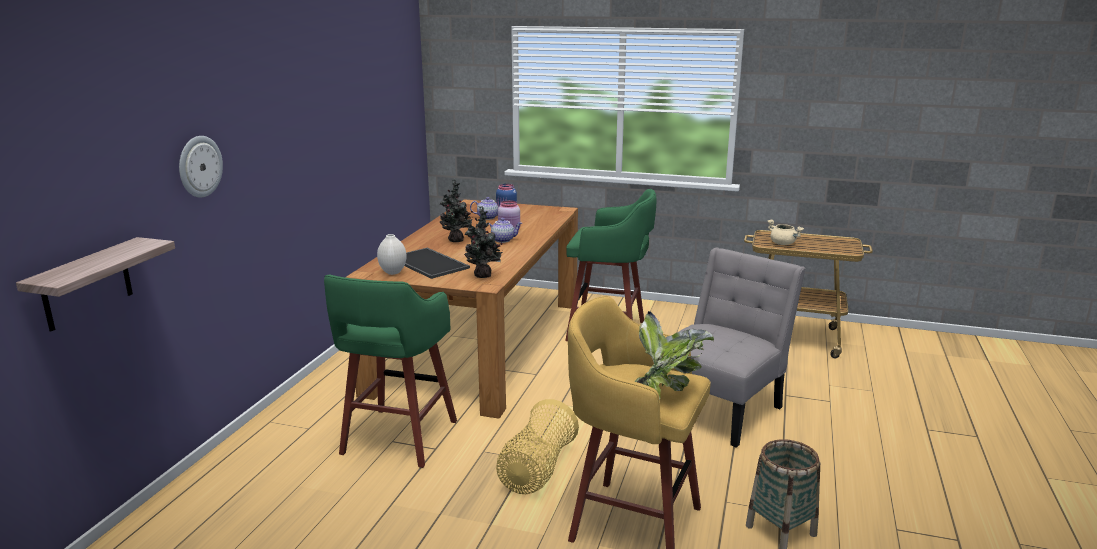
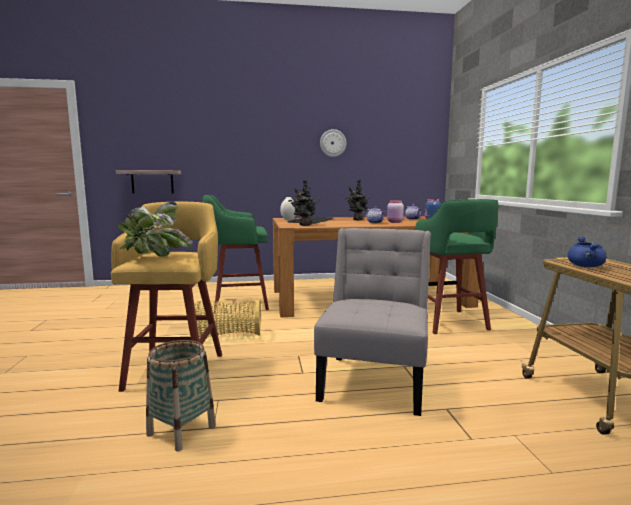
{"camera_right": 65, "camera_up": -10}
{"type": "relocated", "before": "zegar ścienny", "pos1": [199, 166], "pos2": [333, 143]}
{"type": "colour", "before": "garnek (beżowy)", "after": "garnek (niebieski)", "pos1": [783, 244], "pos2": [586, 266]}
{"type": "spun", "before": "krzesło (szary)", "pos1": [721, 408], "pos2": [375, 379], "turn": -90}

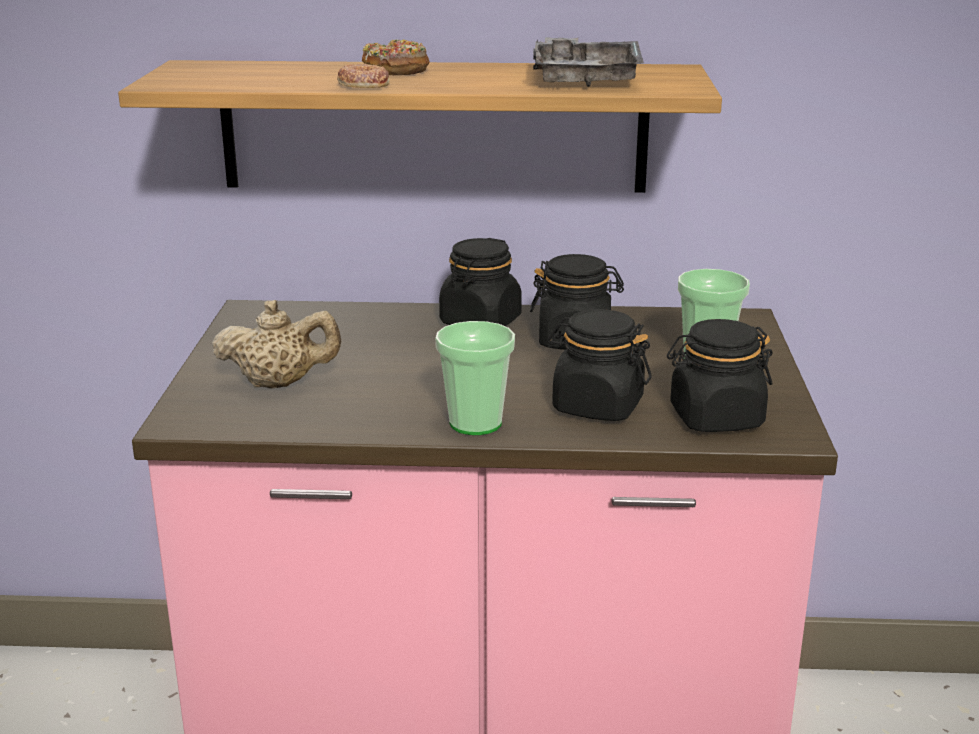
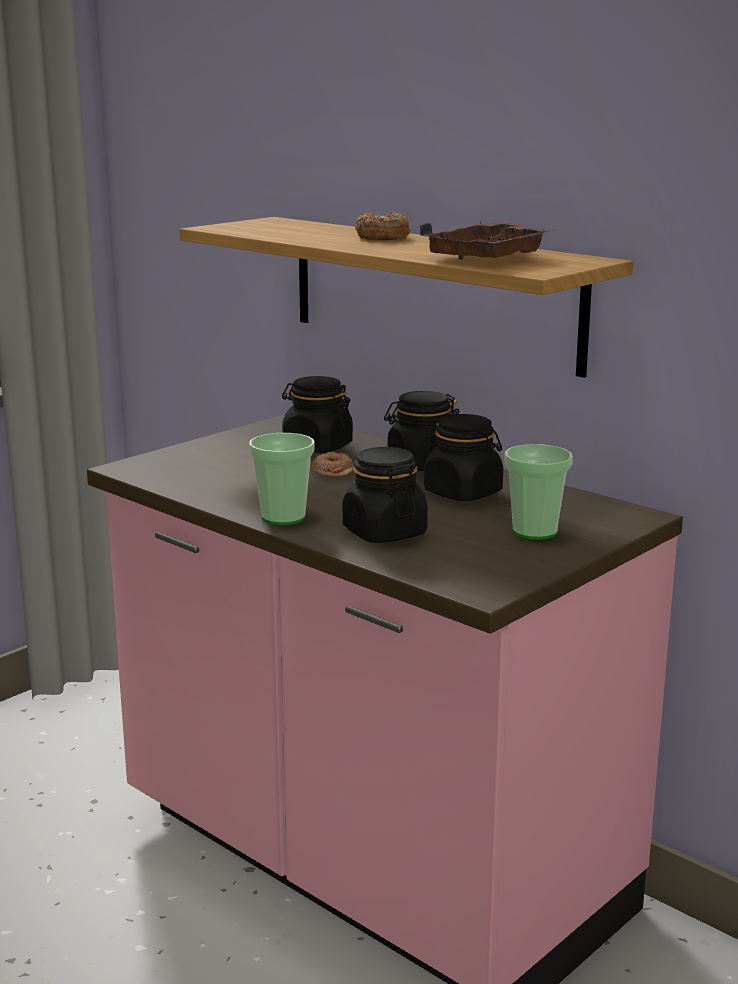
{"camera_right": 40, "camera_up": -5}
{"type": "missing", "before": "imbryk (beżowy)", "pos1": [280, 384]}
{"type": "relocated", "before": "donut", "pos1": [363, 84], "pos2": [332, 470]}
{"type": "relocated", "before": "słoik (czarny)", "pos1": [715, 418], "pos2": [317, 447]}
{"type": "colour", "before": "taca (szary)", "after": "taca (brązowy)", "pos1": [585, 79], "pos2": [489, 257]}

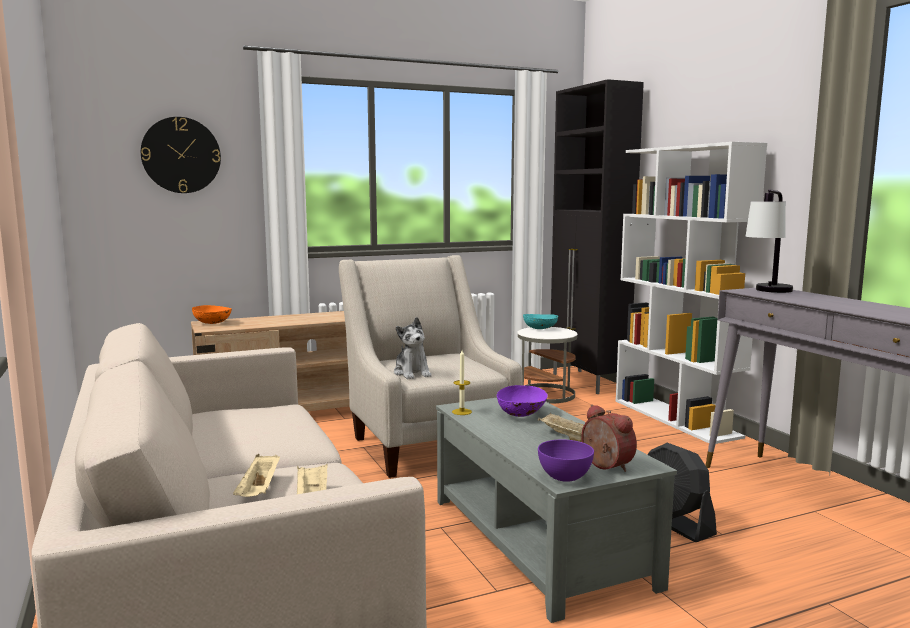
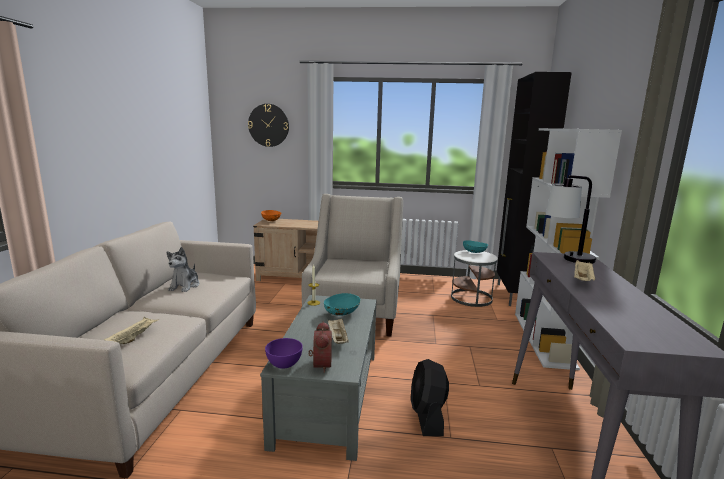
{"camera_right": 30, "camera_up": 5}
{"type": "relocated", "before": "taca (beżowy)", "pos1": [260, 491], "pos2": [582, 280]}
{"type": "relocated", "before": "pluszak", "pos1": [412, 373], "pos2": [185, 286]}
{"type": "colour", "before": "miska (fioletowy)", "after": "miska (turkusowy)", "pos1": [521, 415], "pos2": [342, 314]}

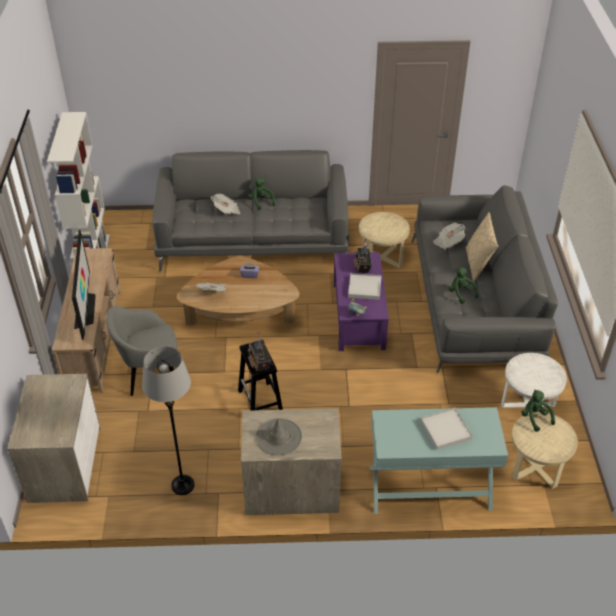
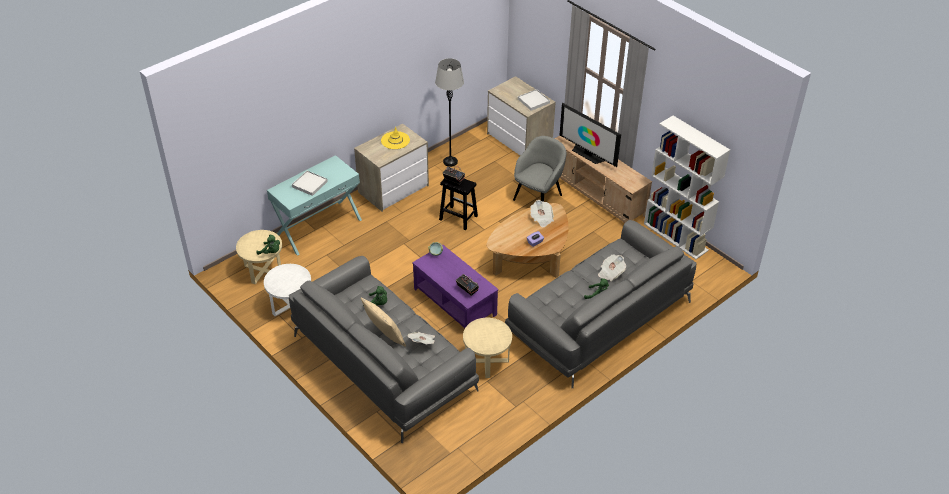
{"camera_right": 140, "camera_up": 0}
{"type": "relocated", "before": "taca (biały)", "pos1": [364, 288], "pos2": [533, 101]}
{"type": "colour", "before": "kapelusz (szary)", "after": "kapelusz (żółty)", "pos1": [278, 437], "pos2": [395, 140]}

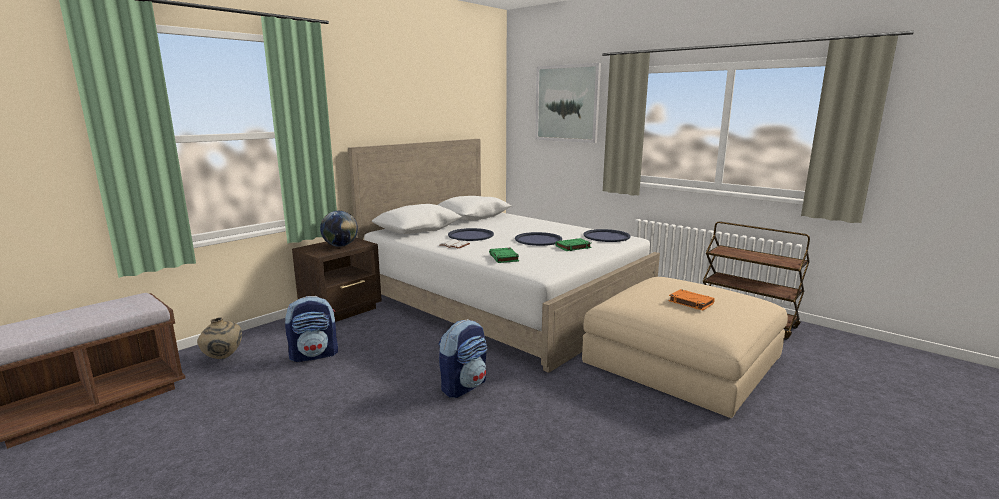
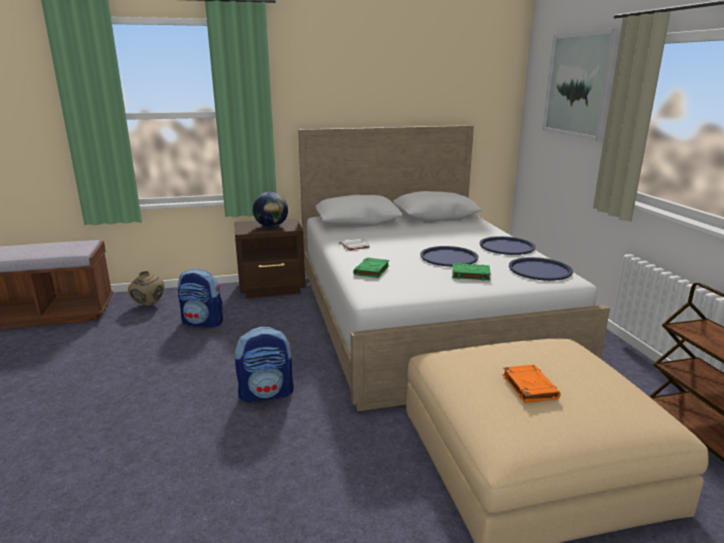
{"camera_right": 35, "camera_up": 5}
{"type": "relocated", "before": "taca (niebieski)", "pos1": [470, 235], "pos2": [507, 246]}

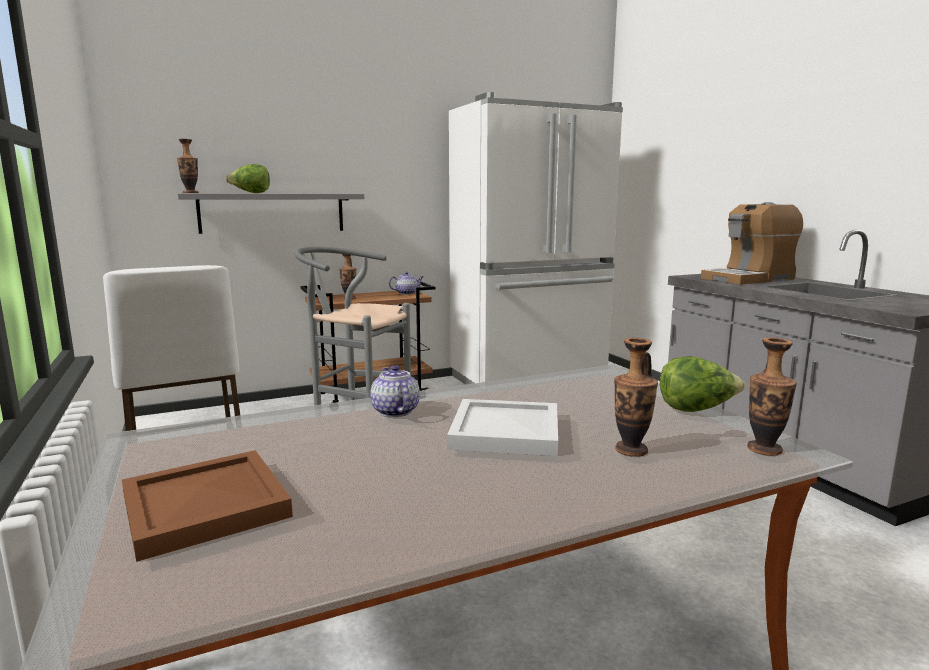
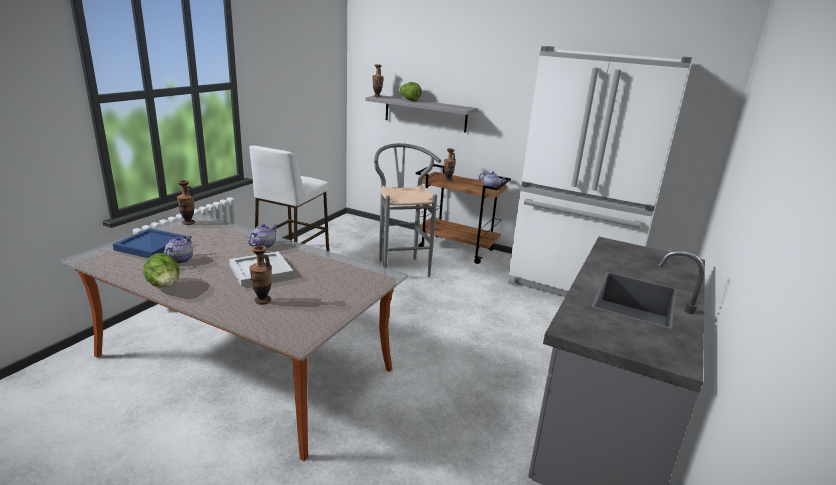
{"camera_right": 50, "camera_up": 10}
{"type": "missing", "before": "ekspres do kawy", "pos1": [749, 279]}
{"type": "appeared", "after": "imbryk", "pos2": [179, 260]}
{"type": "relocated", "before": "sałata", "pos1": [696, 409], "pos2": [165, 286]}
{"type": "relocated", "before": "wazon", "pos1": [764, 449], "pos2": [188, 223]}
{"type": "colour", "before": "taca (brązowy)", "after": "taca (niebieski)", "pos1": [202, 506], "pos2": [151, 245]}

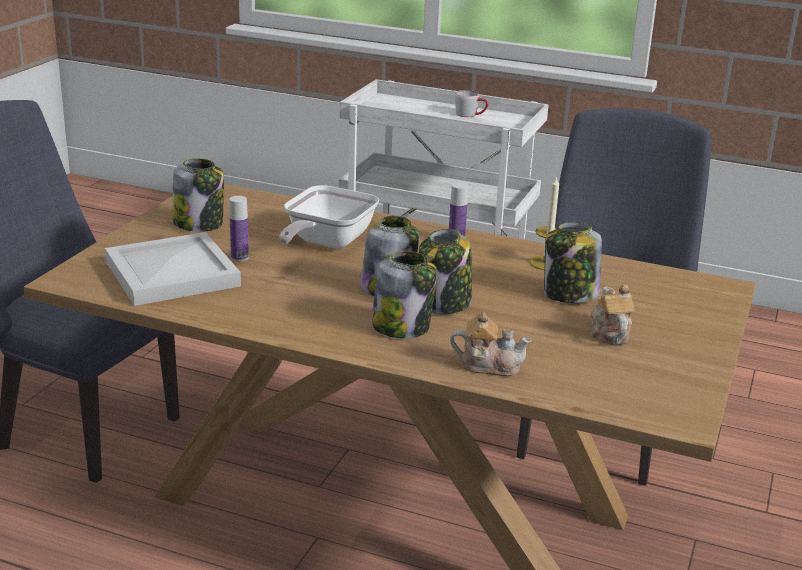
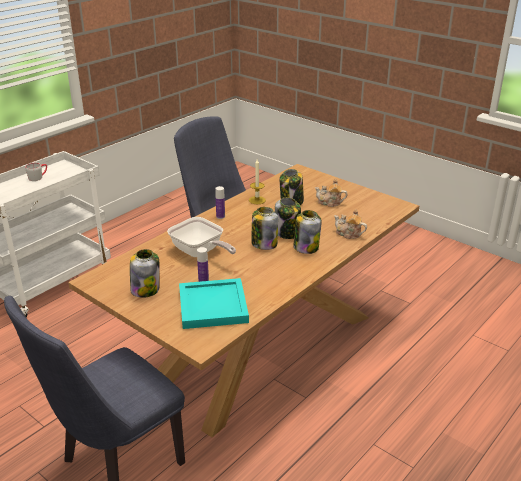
{"camera_right": -70, "camera_up": 5}
{"type": "colour", "before": "taca (biały)", "after": "taca (turkusowy)", "pos1": [170, 273], "pos2": [212, 307]}
{"type": "spun", "before": "imbryk", "pos1": [489, 365], "pos2": [348, 234], "turn": -90}

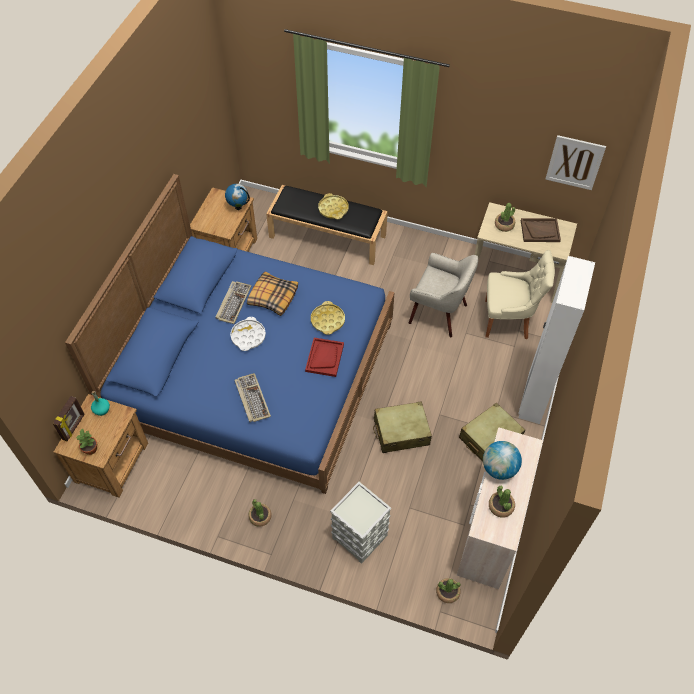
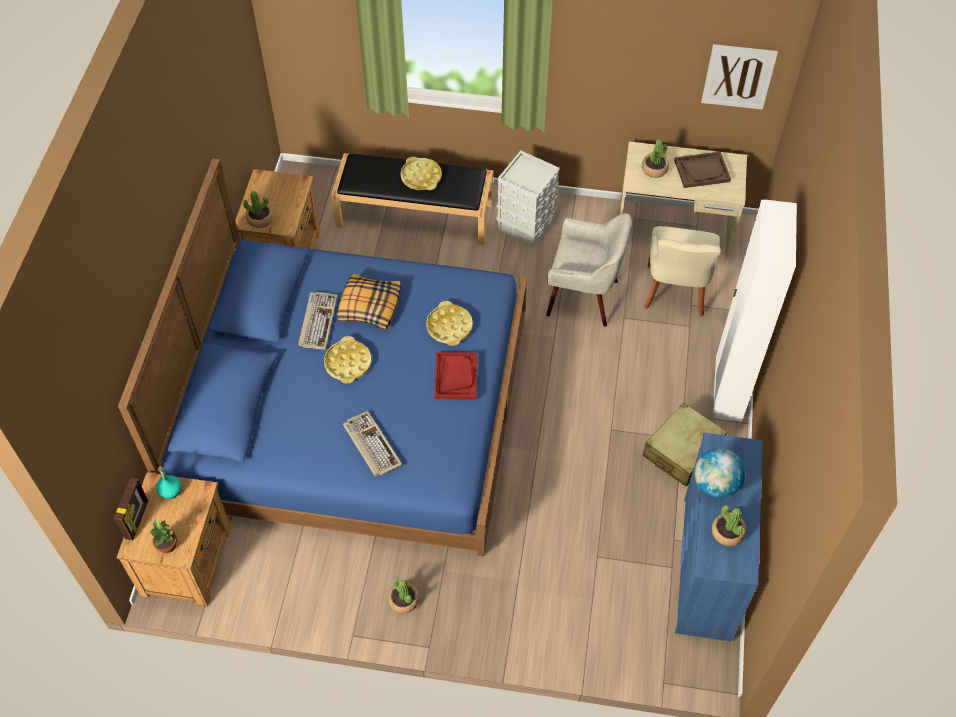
{"camera_right": -10, "camera_up": 0}
{"type": "missing", "before": "globus", "pos1": [238, 207]}
{"type": "missing", "before": "walizka (beżowy)", "pos1": [401, 432]}
{"type": "relocated", "before": "pojemnik do przechowywania (szary)", "pos1": [360, 537], "pos2": [526, 224]}
{"type": "relocated", "before": "roślina doniczkowa", "pos1": [447, 592], "pos2": [260, 219]}
{"type": "colour", "before": "taca (biały)", "after": "taca (żółty)", "pos1": [248, 336], "pos2": [348, 363]}
{"type": "colour", "before": "komoda (beżowy)", "after": "komoda (niebieski)", "pos1": [489, 530], "pos2": [705, 568]}
{"type": "spun", "before": "krzesło (beżowy)", "pos1": [508, 320], "pos2": [675, 293], "turn": 105}

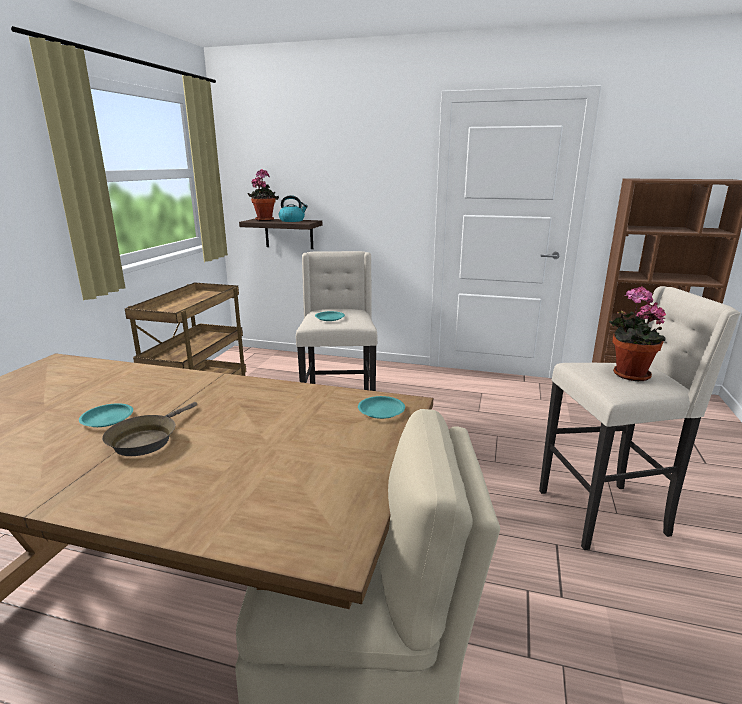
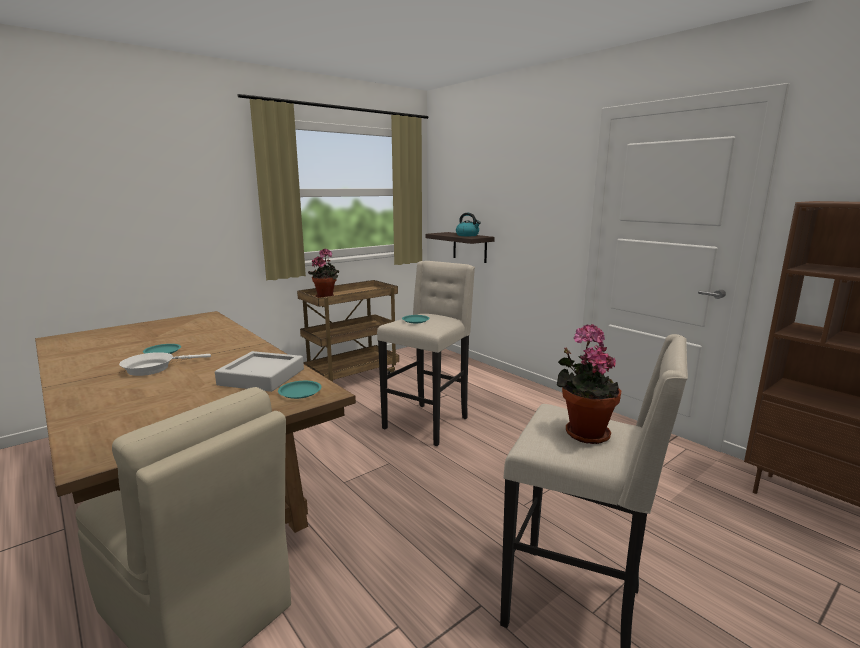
{"camera_right": 35, "camera_up": -5}
{"type": "appeared", "after": "taca (szary)", "pos2": [262, 377]}
{"type": "relocated", "before": "roślina doniczkowa", "pos1": [265, 219], "pos2": [326, 297]}
{"type": "colour", "before": "patelnia (brązowy)", "after": "patelnia (biały)", "pos1": [146, 439], "pos2": [153, 368]}

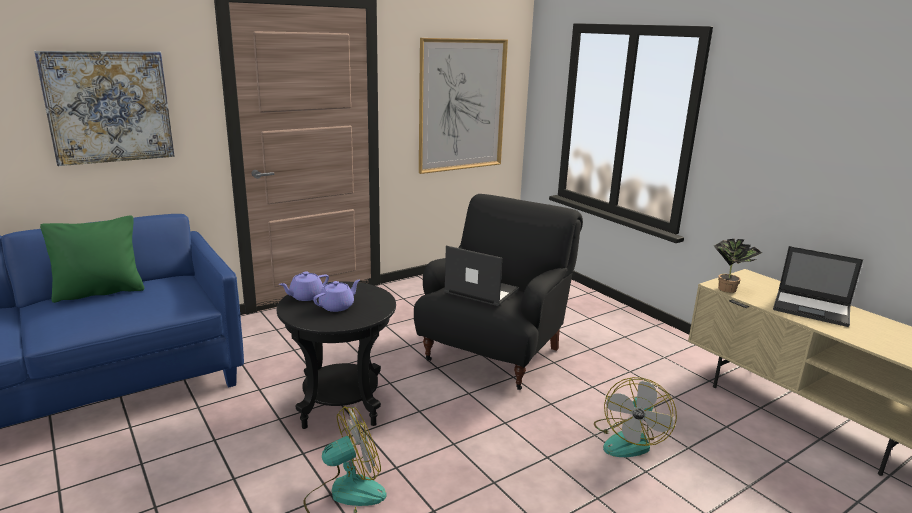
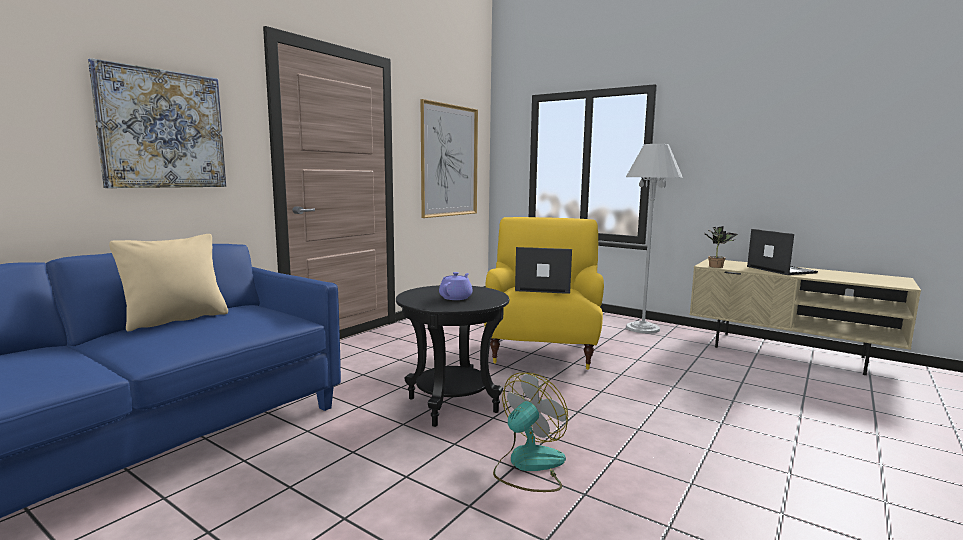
{"camera_right": -20, "camera_up": -10}
{"type": "missing", "before": "imbryk (fioletowy)", "pos1": [305, 296]}
{"type": "missing", "before": "wentylator", "pos1": [629, 440]}
{"type": "appeared", "after": "lampa stojąca (biały)", "pos2": [642, 328]}
{"type": "colour", "before": "poduszka (zielony)", "after": "poduszka (beżowy)", "pos1": [100, 292], "pos2": [176, 320]}
{"type": "colour", "before": "fotel (czarny)", "after": "fotel (żółty)", "pos1": [495, 353], "pos2": [542, 351]}
{"type": "spun", "before": "laptop", "pos1": [812, 309], "pos2": [780, 269], "turn": -120}

